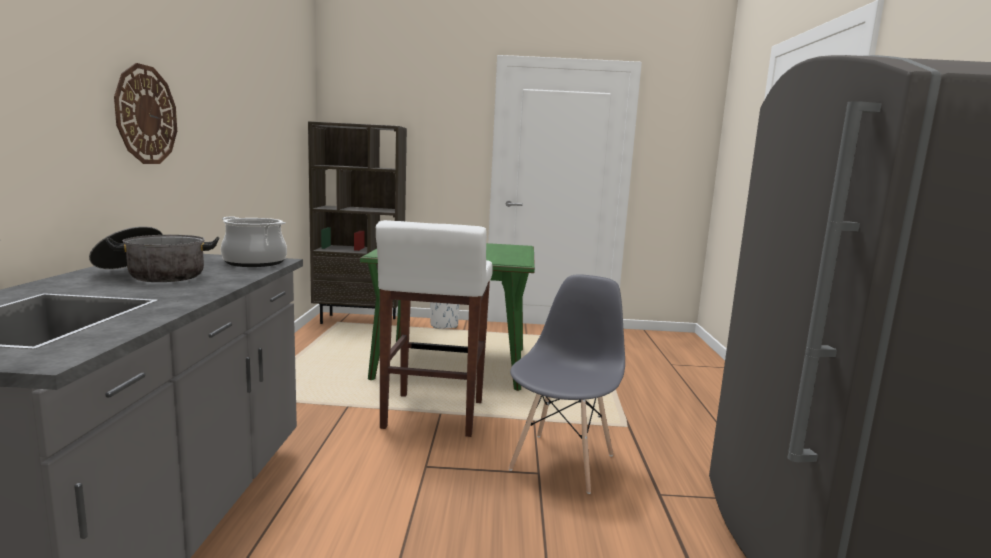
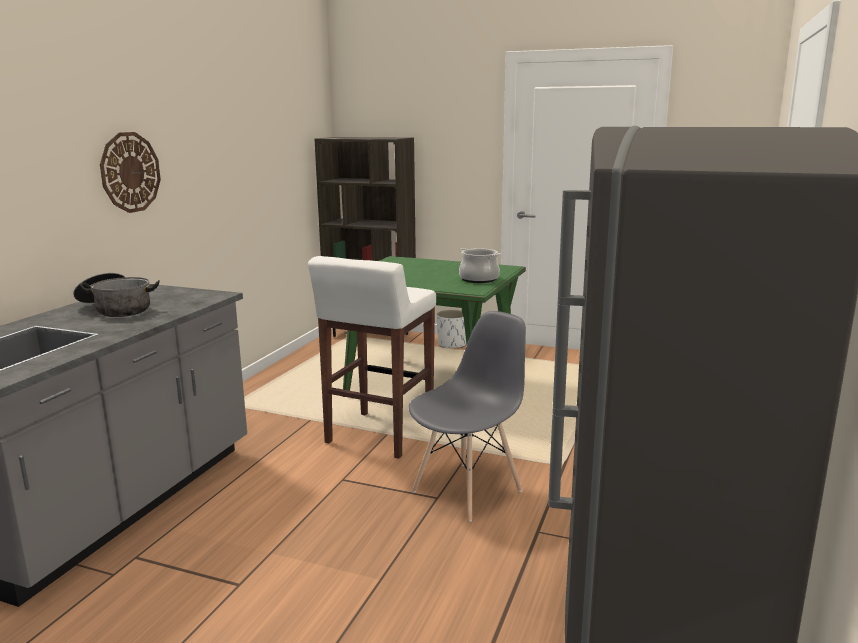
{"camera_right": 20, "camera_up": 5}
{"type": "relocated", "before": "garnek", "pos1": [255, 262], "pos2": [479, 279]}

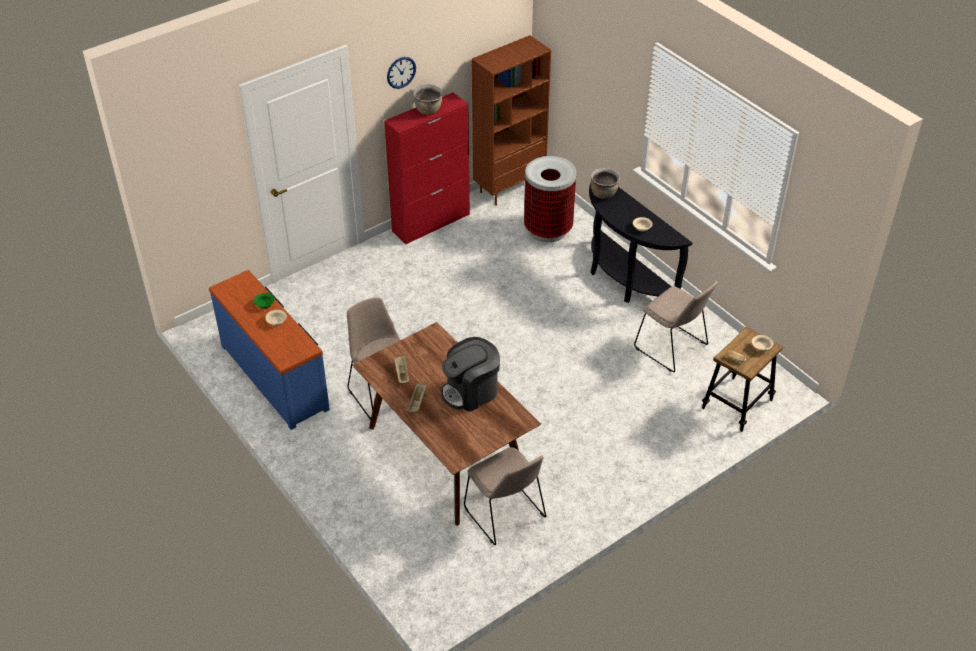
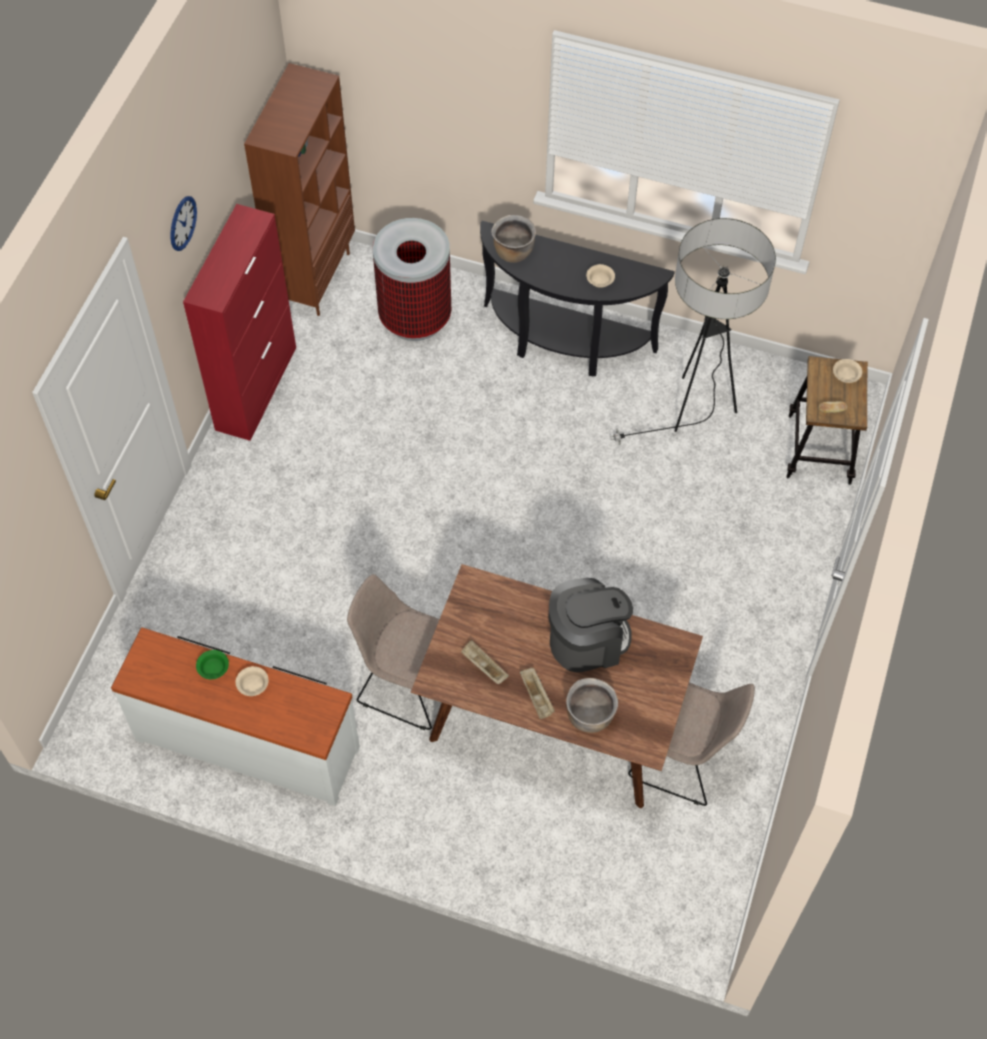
{"camera_right": -35, "camera_up": 15}
{"type": "relocated", "before": "garnek (brązowy)", "pos1": [428, 110], "pos2": [589, 716]}
{"type": "exchanged", "before": "krzesło (beżowy)", "after": "lampa stojąca", "pos1": [672, 348], "pos2": [693, 412]}
{"type": "colour", "before": "komoda (niebieski)", "after": "komoda (biały)", "pos1": [276, 376], "pos2": [248, 741]}
{"type": "spun", "before": "ekspres do kawy", "pos1": [471, 391], "pos2": [587, 641], "turn": -135}

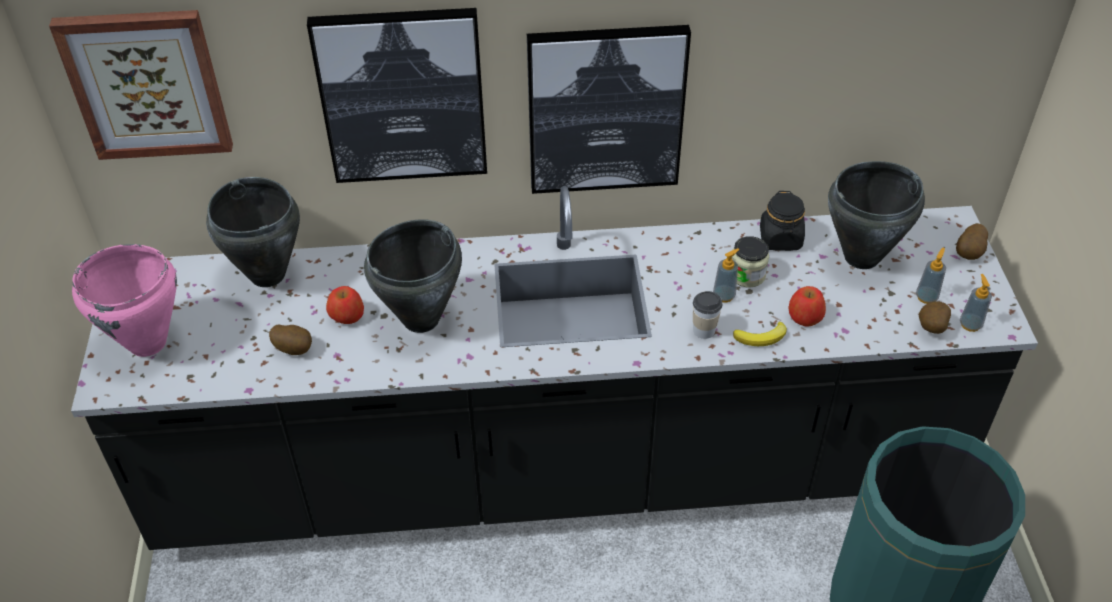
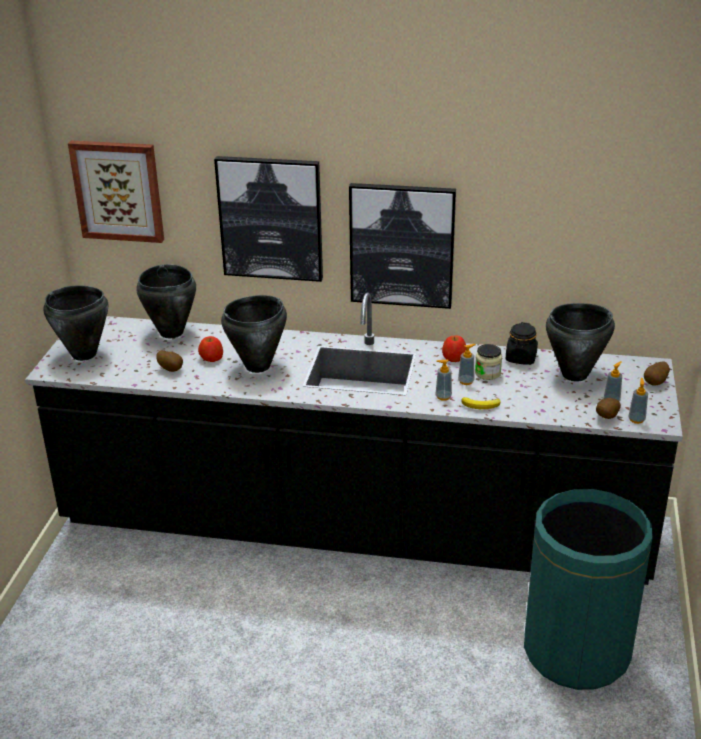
{"camera_right": 15, "camera_up": -15}
{"type": "relocated", "before": "jabłko", "pos1": [805, 316], "pos2": [454, 357]}
{"type": "exchanged", "before": "filiżanka", "after": "dozownik mydła", "pos1": [704, 330], "pos2": [443, 397]}
{"type": "colour", "before": "garnek (różowy)", "after": "garnek (czarny)", "pos1": [148, 343], "pos2": [84, 355]}

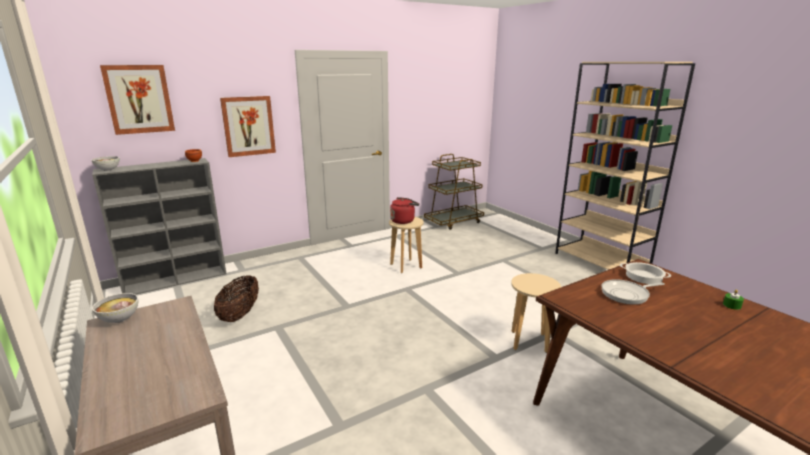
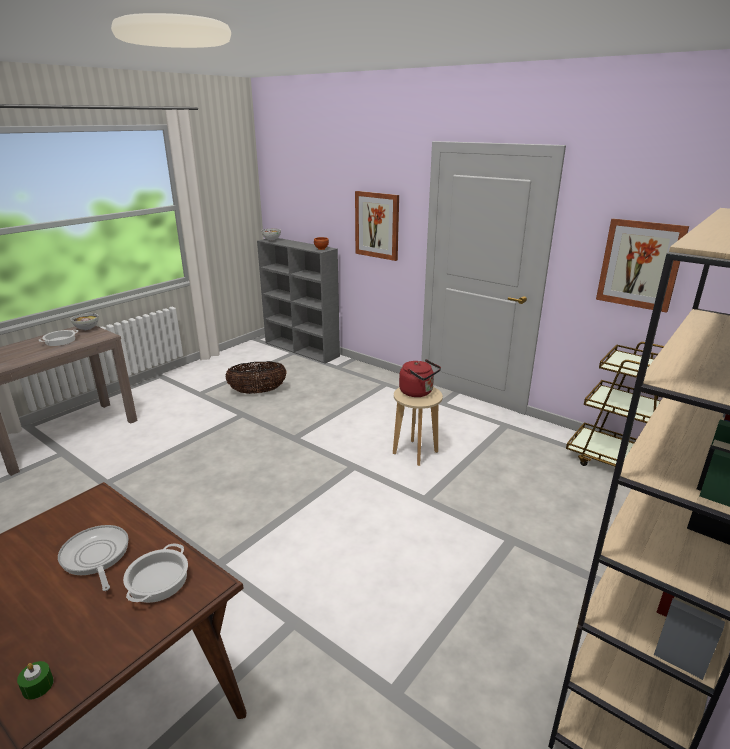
{"camera_right": 70, "camera_up": 5}
{"type": "missing", "before": "stołek (beżowy)", "pos1": [529, 341]}
{"type": "appeared", "after": "garnek", "pos2": [60, 341]}
{"type": "relocated", "before": "obraz", "pos1": [139, 99], "pos2": [640, 264]}

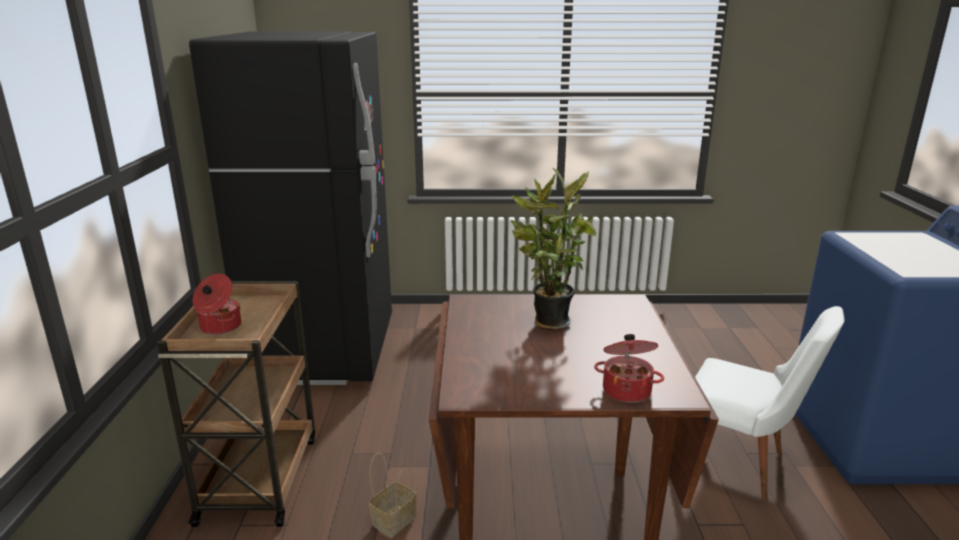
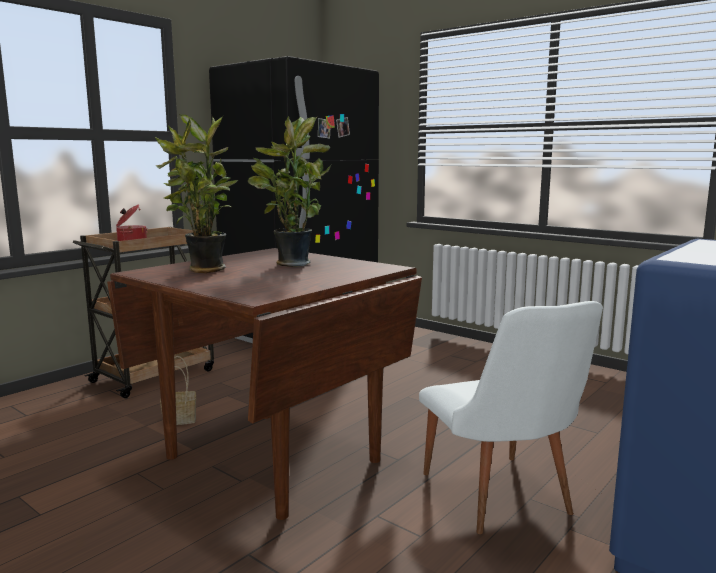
{"camera_right": 40, "camera_up": -10}
{"type": "missing", "before": "garnek", "pos1": [627, 390]}
{"type": "appeared", "after": "roślina doniczkowa", "pos2": [203, 270]}

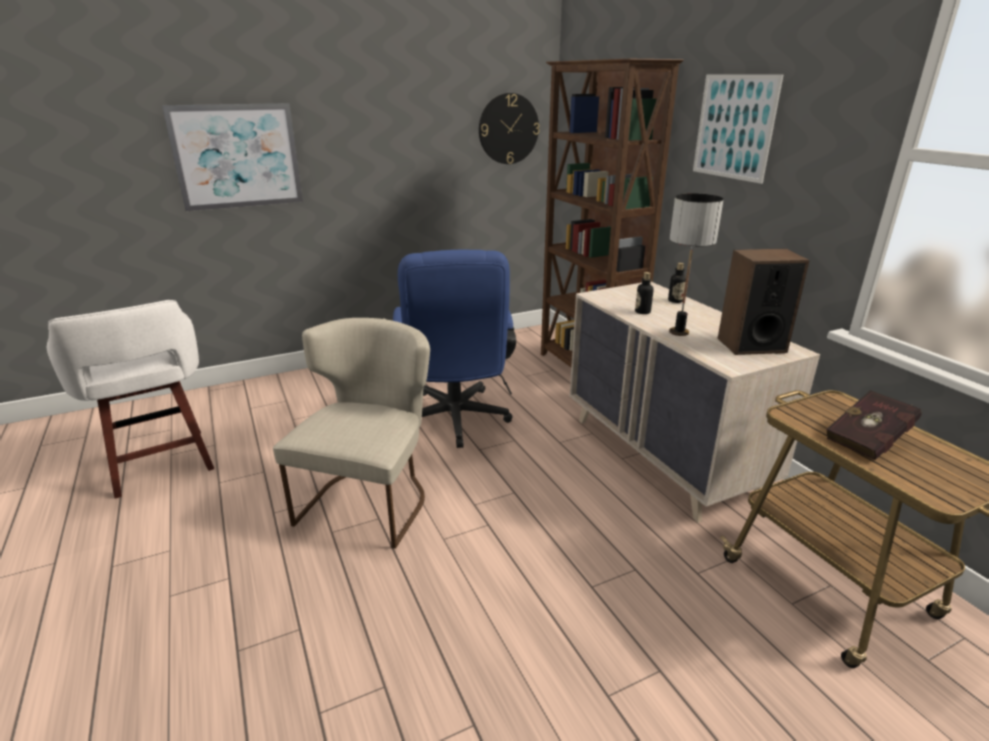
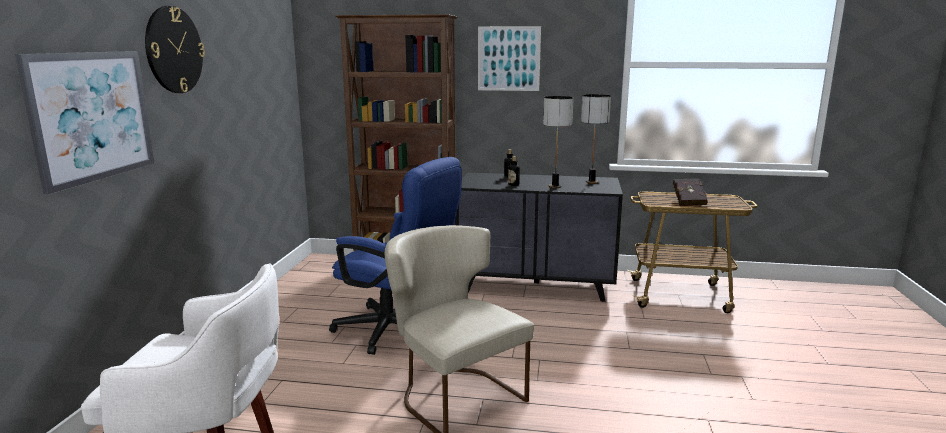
{"camera_right": -55, "camera_up": -10}
{"type": "relocated", "before": "zegar ścienny", "pos1": [508, 129], "pos2": [174, 50]}
{"type": "exchanged", "before": "głośnik", "after": "lampa stołowa", "pos1": [751, 345], "pos2": [591, 182]}
{"type": "colour", "before": "komoda (beżowy)", "after": "komoda (czarny)", "pos1": [663, 456], "pos2": [536, 285]}

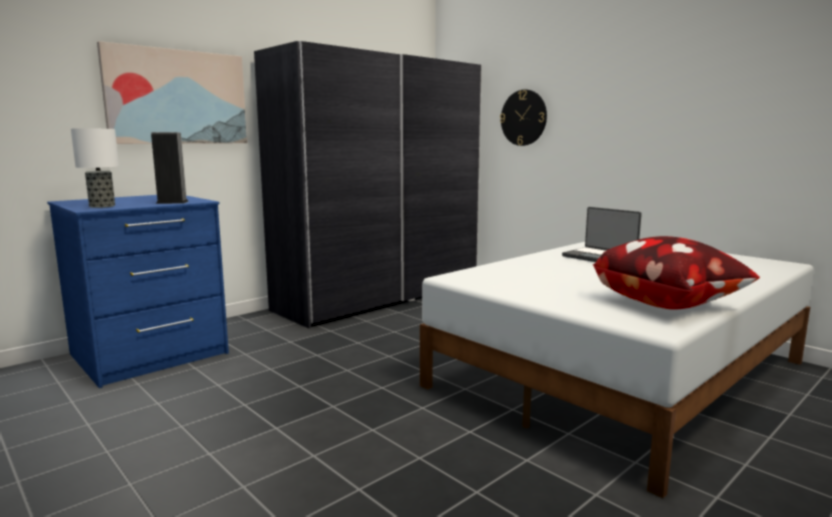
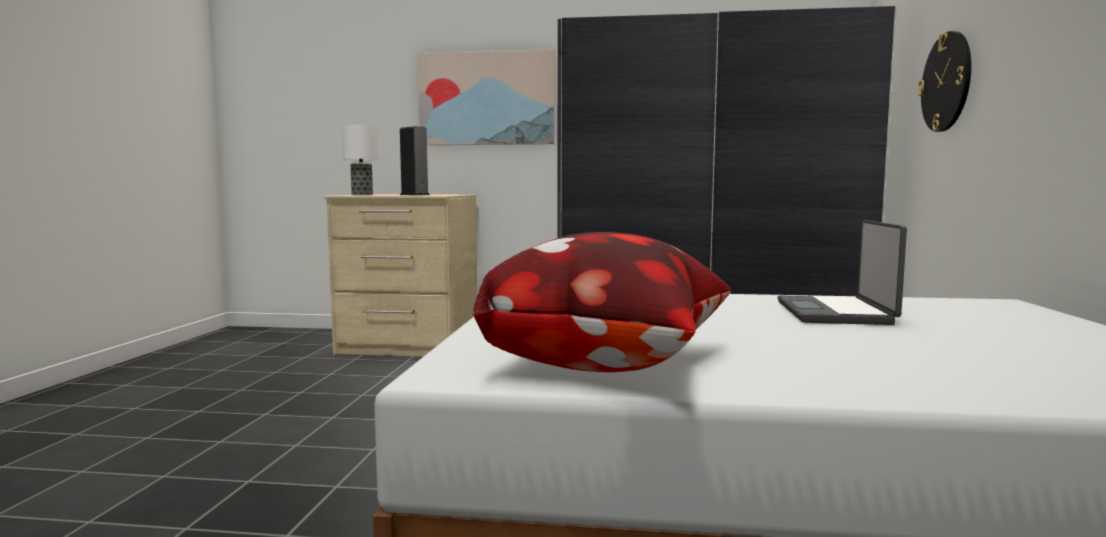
{"camera_right": 50, "camera_up": -5}
{"type": "colour", "before": "komoda (niebieski)", "after": "komoda (beżowy)", "pos1": [150, 354], "pos2": [409, 344]}

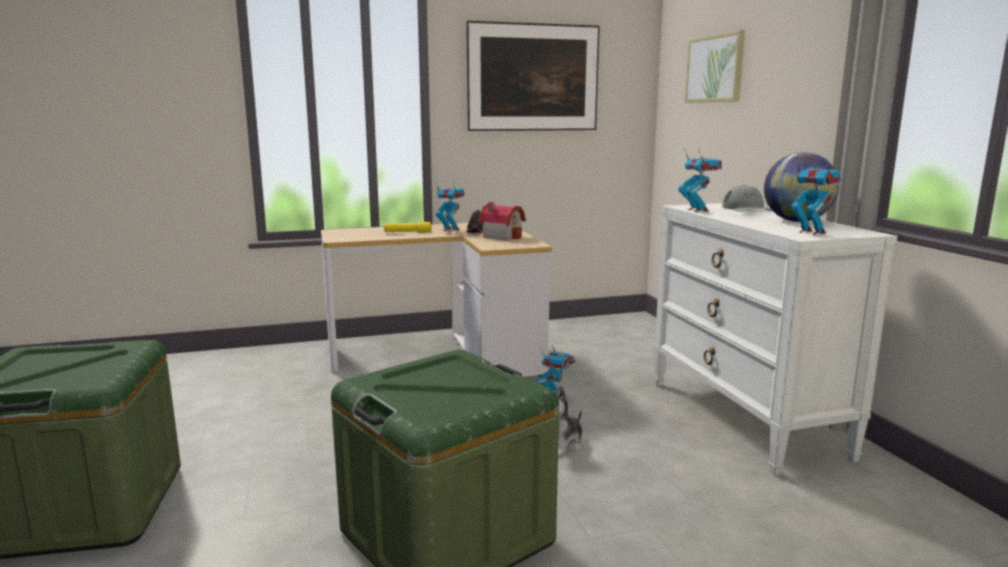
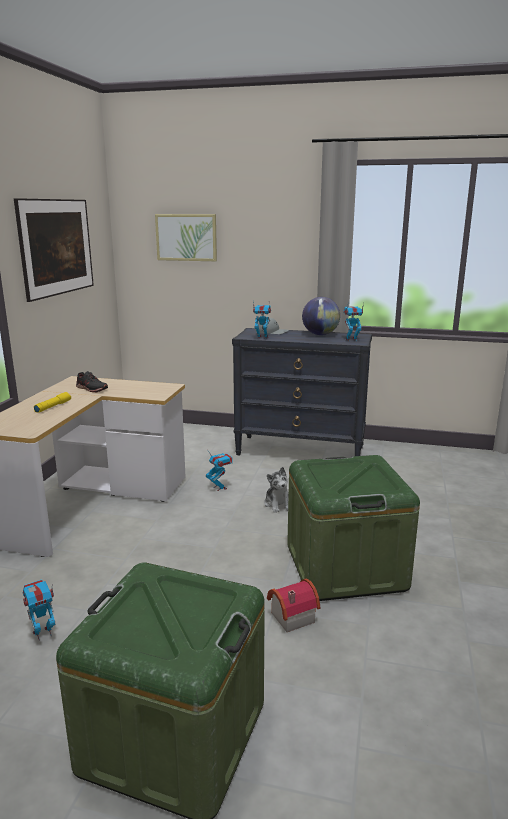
{"camera_right": -60, "camera_up": 5}
{"type": "relocated", "before": "robot zabawkowy", "pos1": [450, 230], "pos2": [43, 633]}
{"type": "relocated", "before": "domek", "pos1": [502, 236], "pos2": [290, 616]}
{"type": "colour", "before": "komoda (biały)", "after": "komoda (czarny)", "pos1": [745, 418], "pos2": [300, 450]}

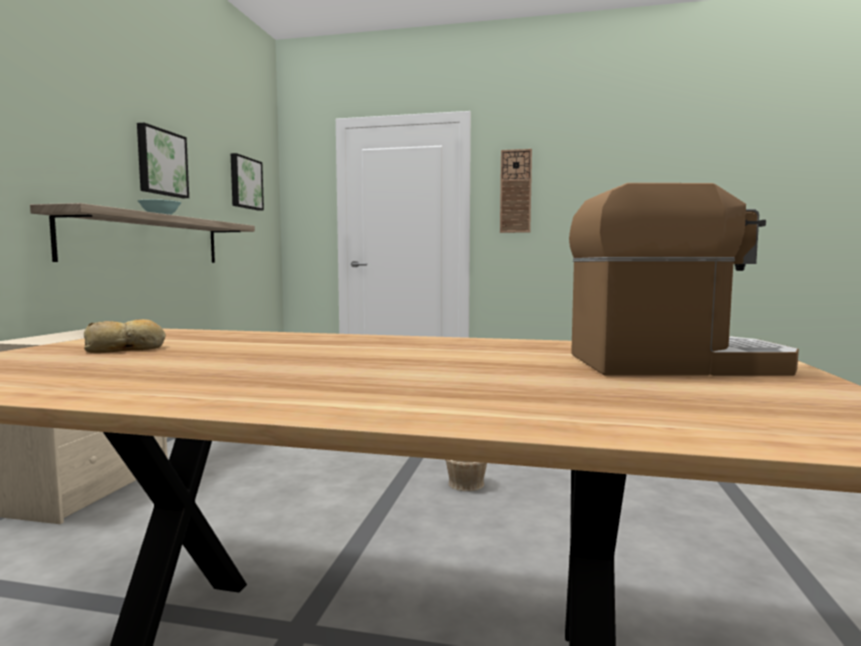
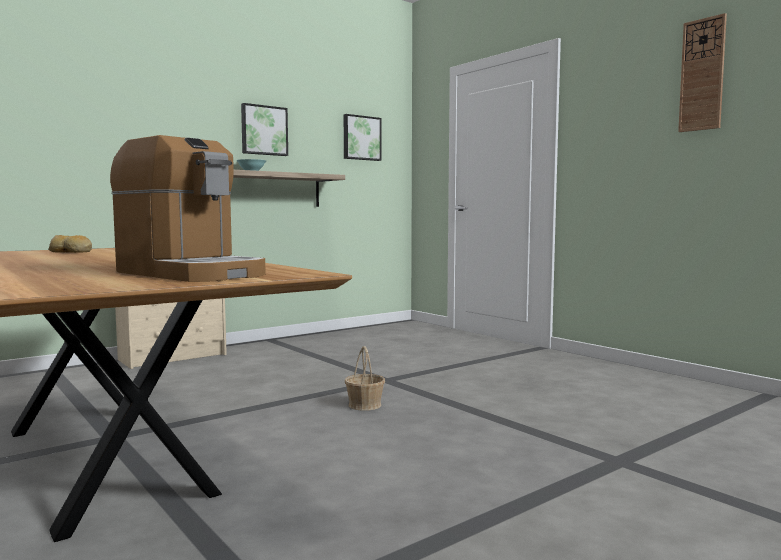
{"camera_right": 40, "camera_up": 0}
{"type": "relocated", "before": "zegar ścienny", "pos1": [515, 191], "pos2": [702, 75]}

